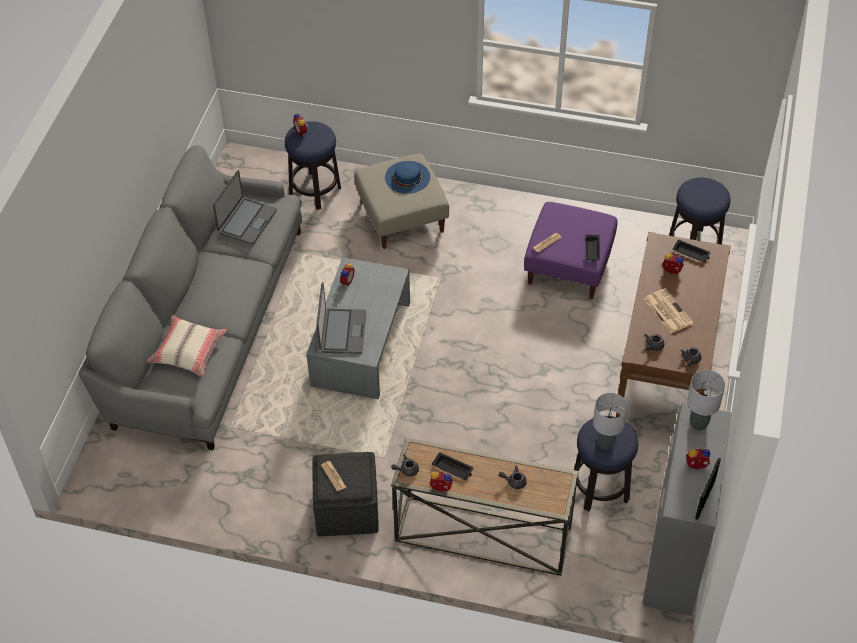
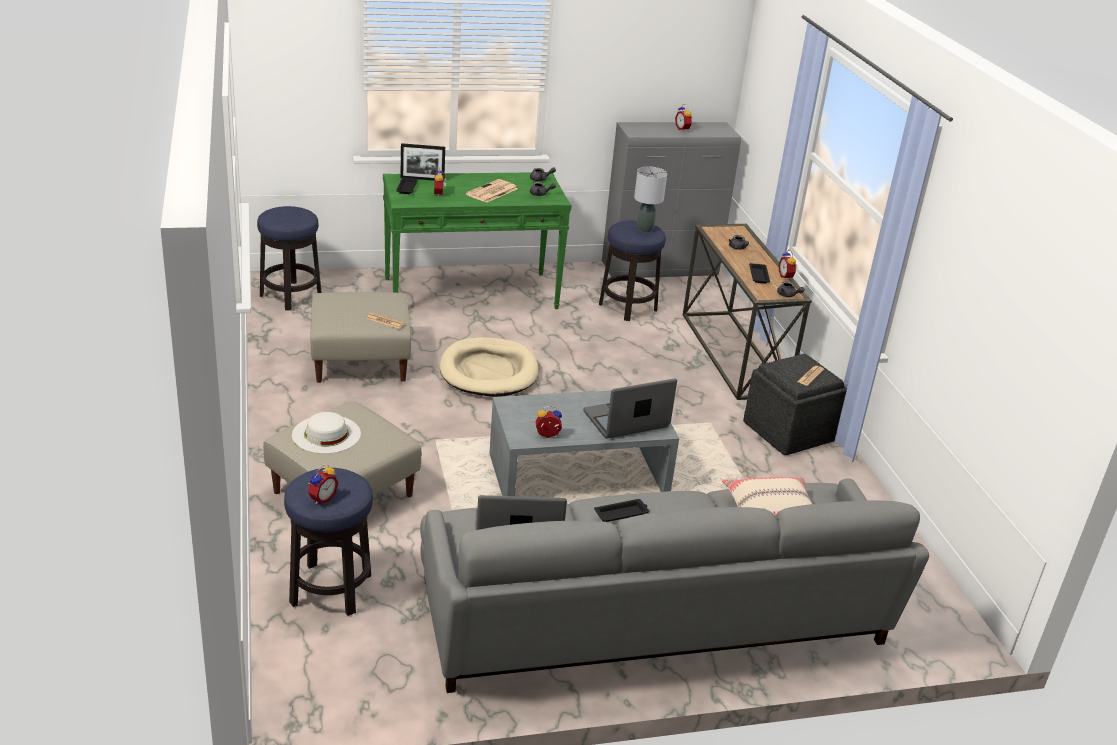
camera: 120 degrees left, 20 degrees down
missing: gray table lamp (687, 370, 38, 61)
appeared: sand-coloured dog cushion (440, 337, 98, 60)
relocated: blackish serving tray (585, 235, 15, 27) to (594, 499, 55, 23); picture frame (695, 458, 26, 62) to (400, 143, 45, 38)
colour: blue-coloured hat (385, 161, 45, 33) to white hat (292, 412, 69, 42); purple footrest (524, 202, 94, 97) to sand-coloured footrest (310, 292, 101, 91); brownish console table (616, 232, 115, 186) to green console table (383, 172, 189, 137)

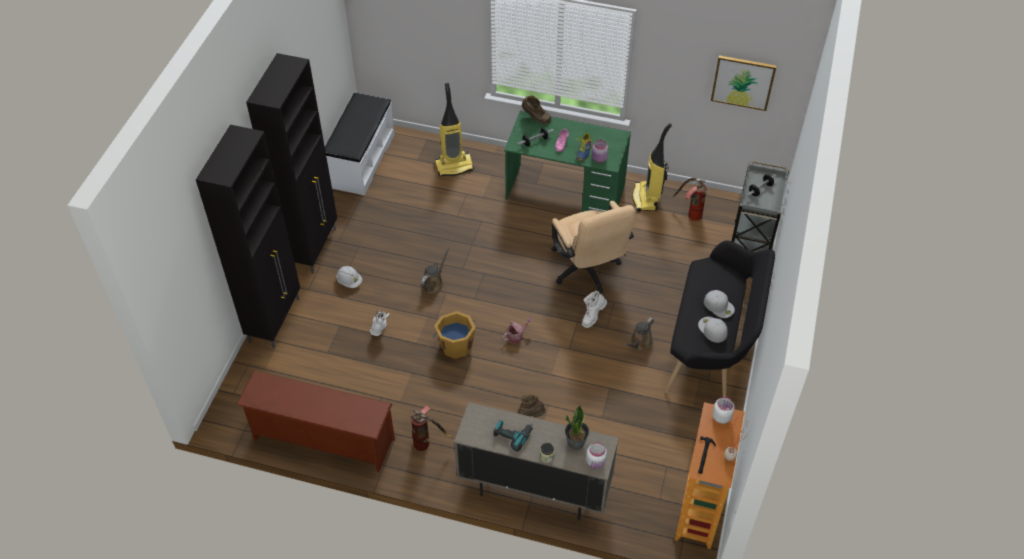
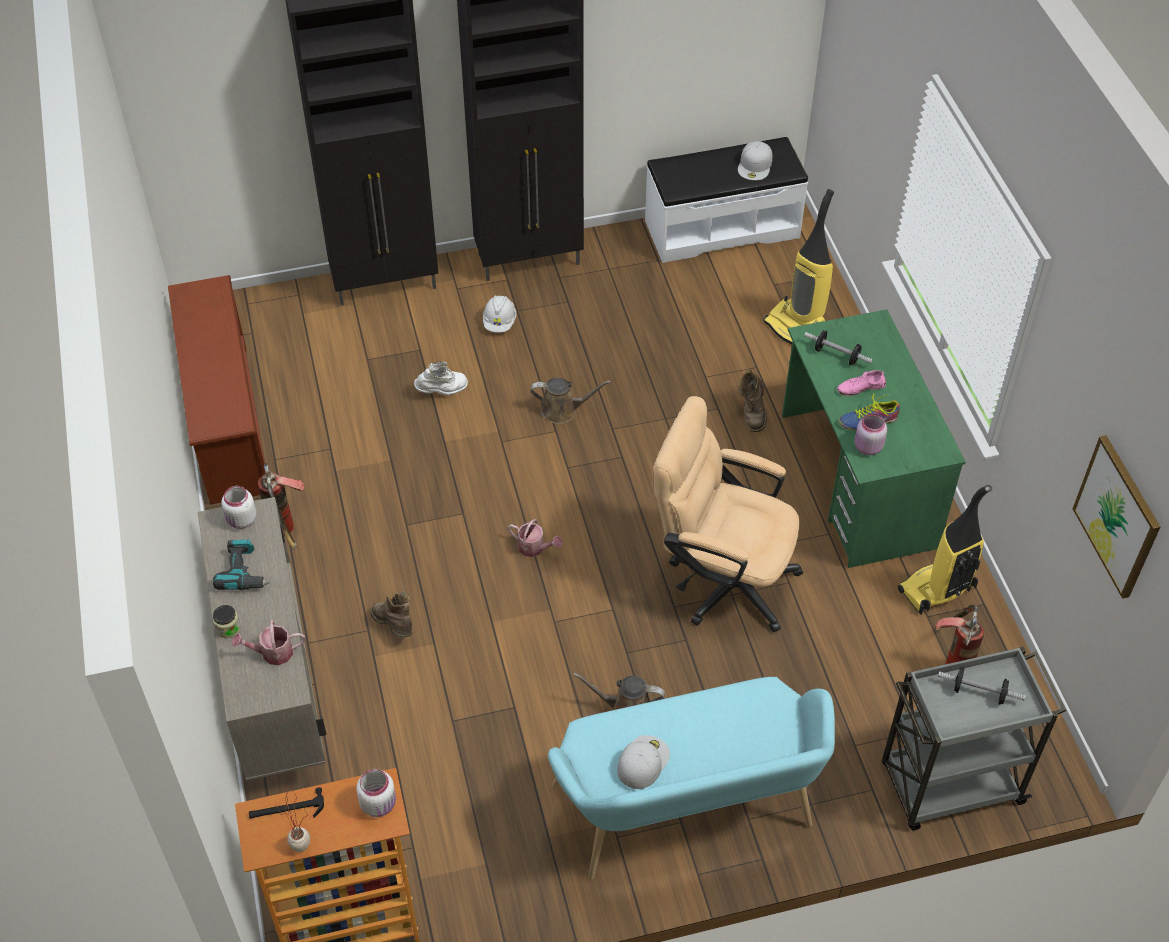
camera: 60 degrees right, 0 degrees up
missing: white boot (582, 291, 25, 37); orangey bucket (432, 311, 44, 48)
relocated: brownish boot (522, 96, 30, 28) to (738, 370, 29, 62); white peaked cap (704, 290, 31, 28) to (738, 141, 34, 39); white storage jar (586, 442, 21, 27) to (221, 486, 35, 43)
exchanged: plant in a pot (565, 405, 24, 45) to sprinkling can (232, 620, 73, 45)
colour: blackish indoor bench (665, 241, 110, 156) to turquoise-coloured indoor bench (548, 677, 287, 203)
spun: sand-coloured computer chair (551, 201, 85, 92) = (653, 396, 150, 236) 75 degrees clockwise

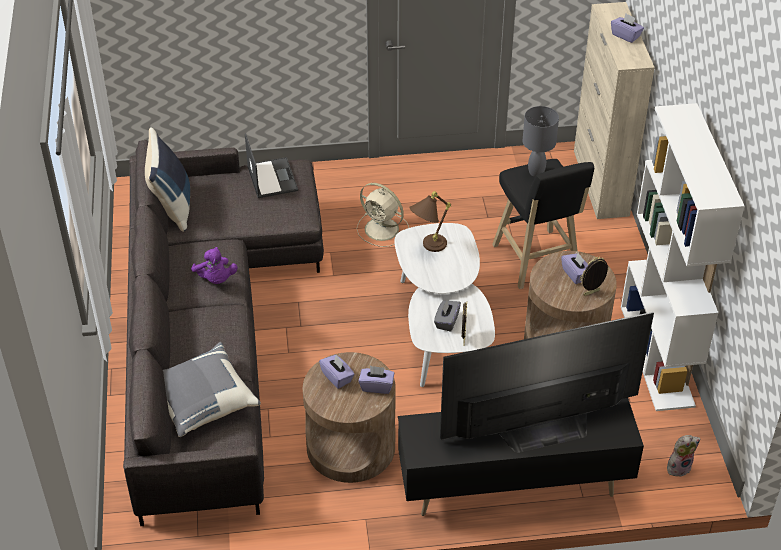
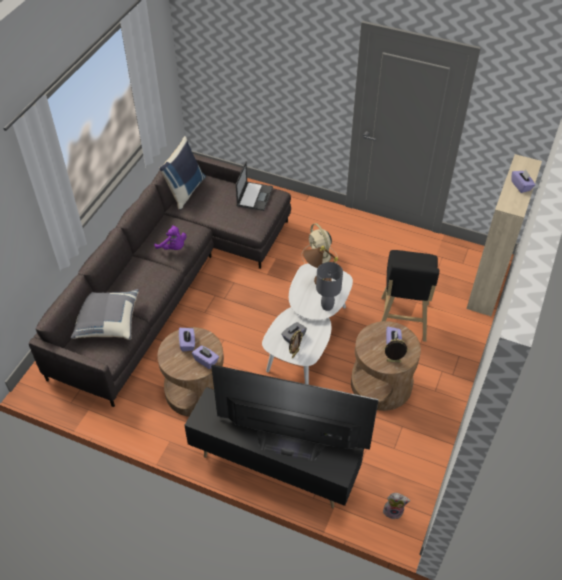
camera: 30 degrees right, 5 degrees up
missing: white bookshelf (621, 103, 124, 308)
relocated: gray table lamp (523, 106, 36, 71) to (316, 262, 27, 49)
spun: purple soft toy (191, 247, 47, 37) = (154, 225, 32, 25) 60 degrees counterclockwise

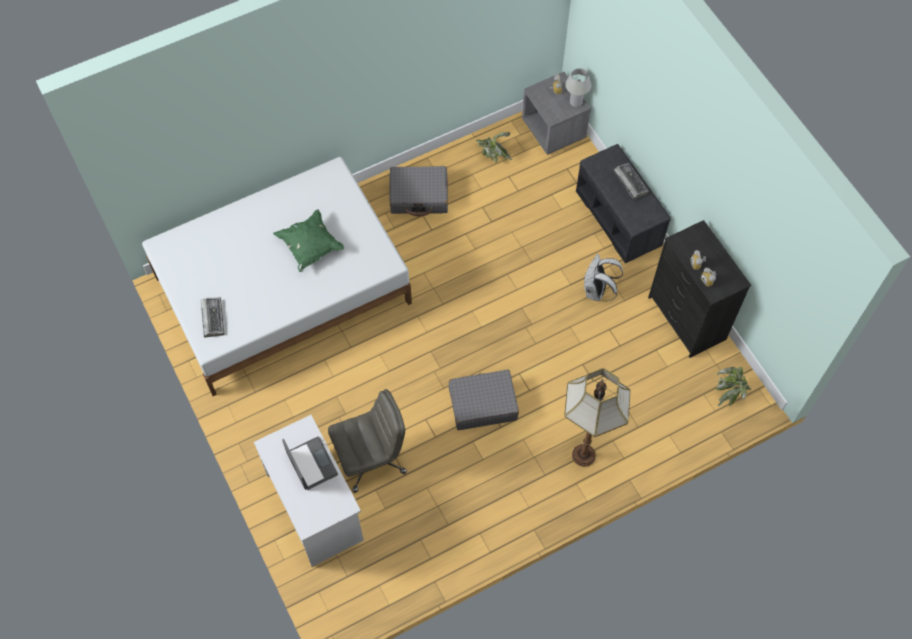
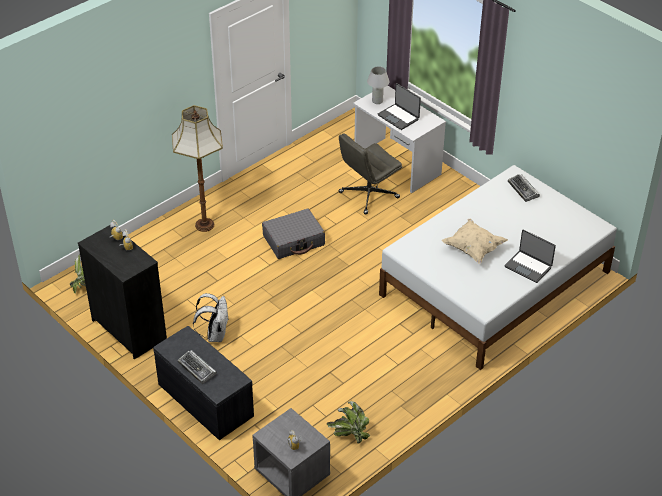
camera: 165 degrees right, 20 degrees down
missing: gray travel case (389, 166, 59, 50)
appeared: notebook computer (504, 229, 52, 54)
relocated: white table lamp (565, 68, 27, 39) to (367, 66, 22, 38)
colour: green throw pillow (273, 209, 71, 63) to sand-coloured throw pillow (442, 219, 66, 45)

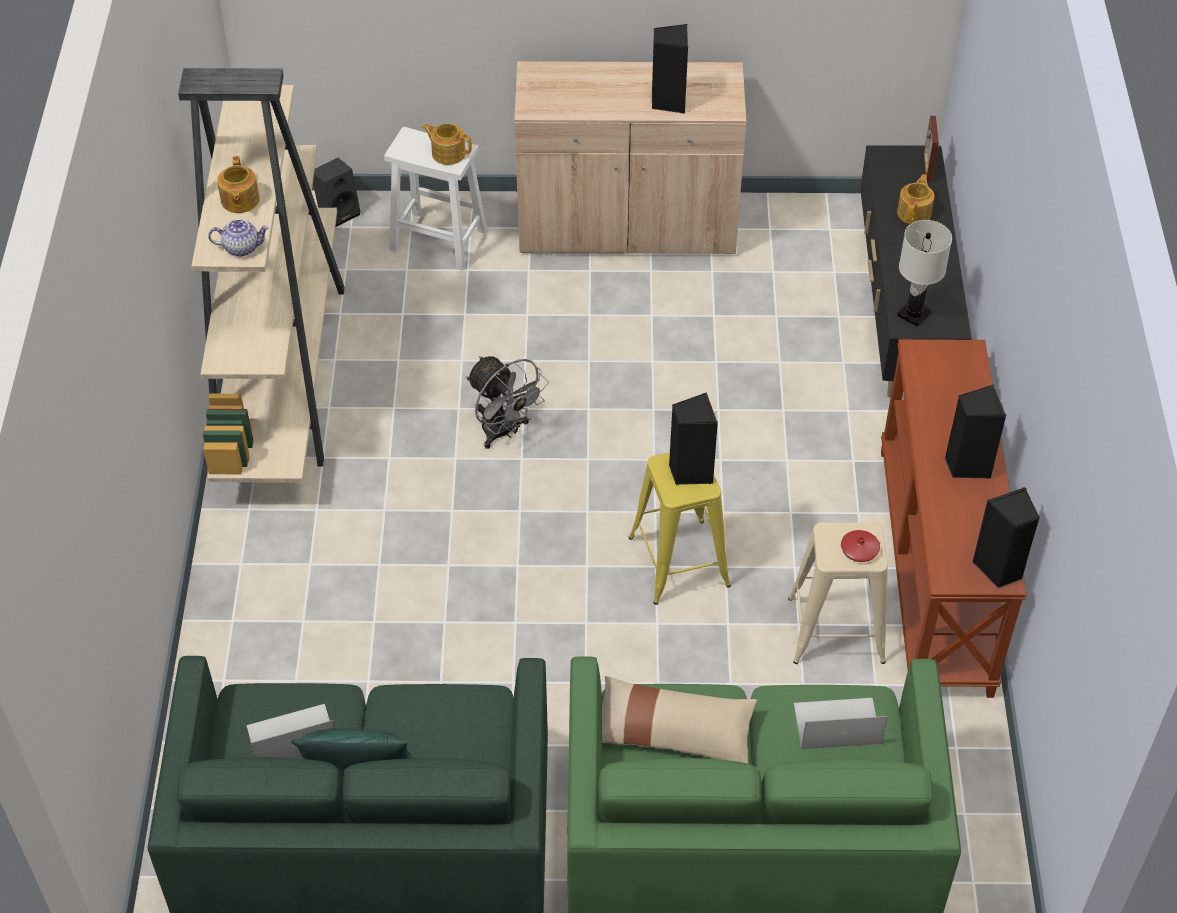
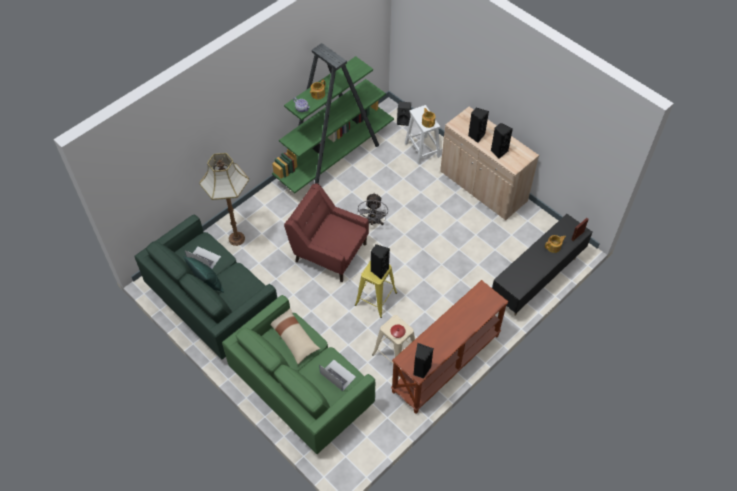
camera: 45 degrees right, 5 degrees up
missing: white table lamp (897, 220, 55, 107)
appeared: standard lamp (199, 153, 50, 93); reddish armchair (284, 183, 85, 99)
relocated: blackish speaker (945, 385, 61, 94) to (468, 108, 21, 35)
colour: sand-coloured bookshelf (178, 68, 167, 415) to green bookshelf (272, 43, 122, 150)

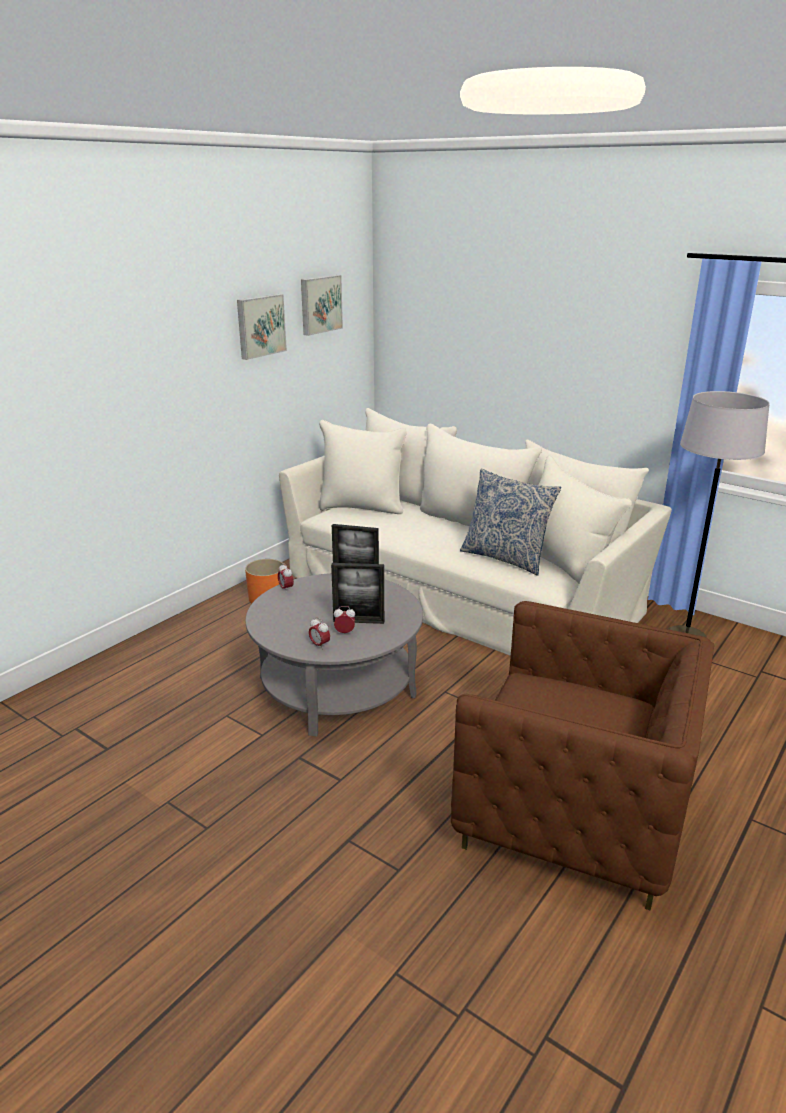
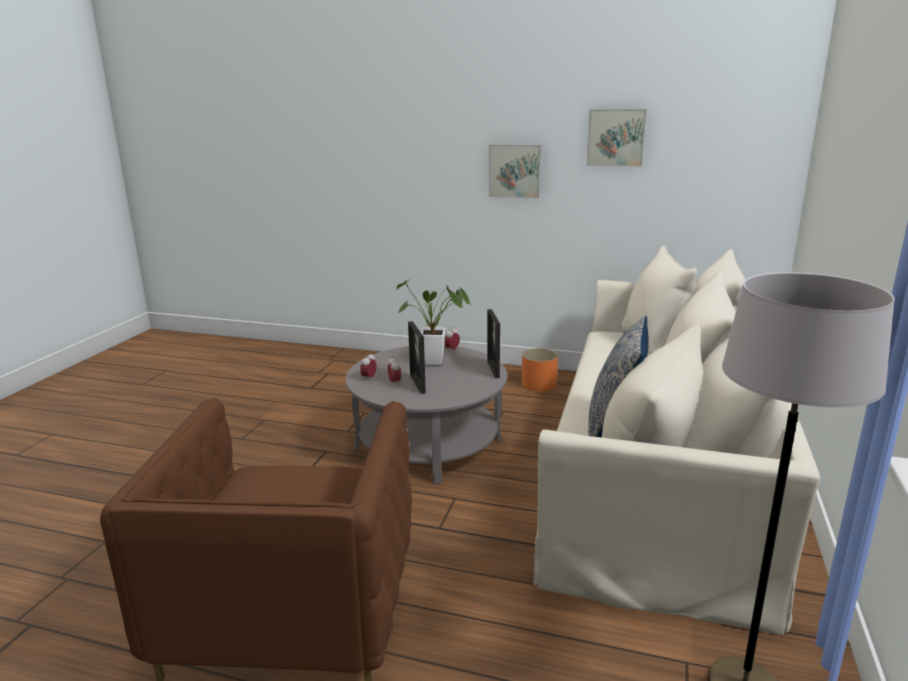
camera: 70 degrees right, 5 degrees down
appeared: plant in a pot (397, 279, 73, 86)
relocated: picture (301, 275, 42, 61) to (489, 144, 53, 54)

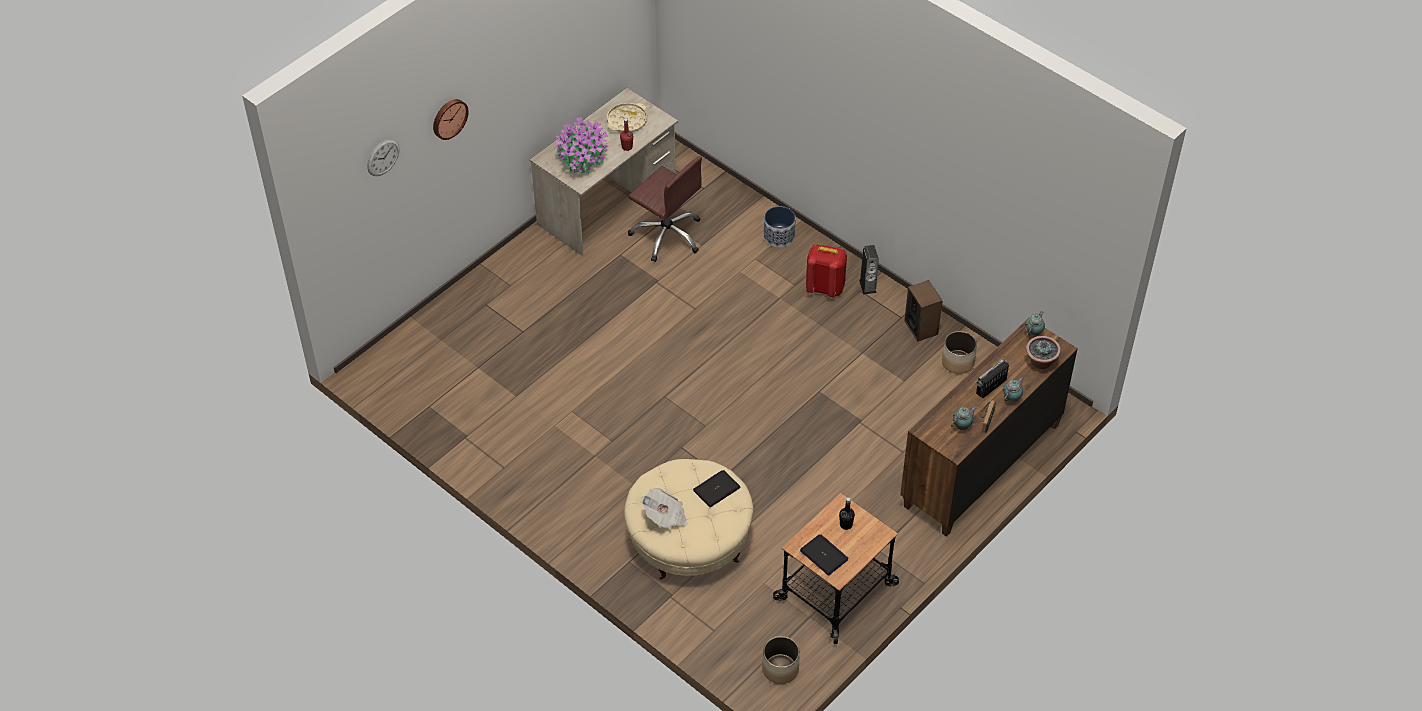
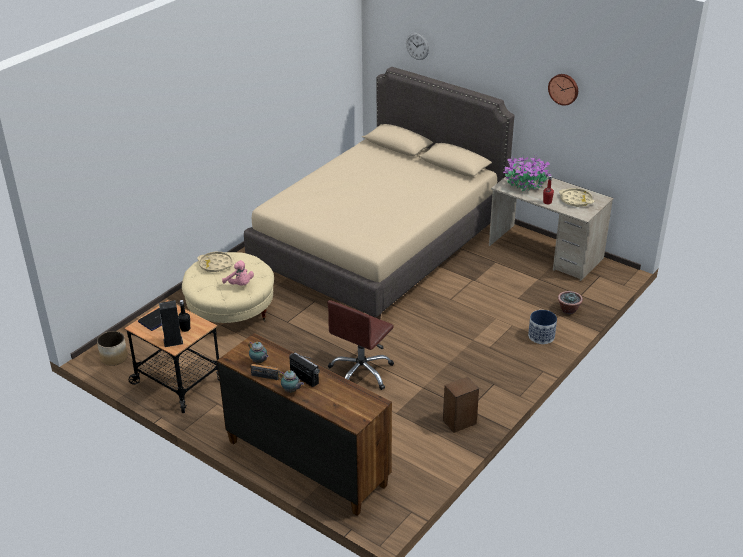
camera: 85 degrees right, 15 degrees down
missing: reddish backpack (806, 245, 41, 52); tea pot (1025, 311, 20, 26); plant pot (942, 331, 35, 43)
appeared: sand-coloured bedroom bed (244, 67, 271, 252)
relocated: clock on the wall (433, 99, 36, 41) to (548, 74, 30, 32); brownish computer chair (628, 156, 74, 106) to (327, 300, 67, 90); speaker (859, 245, 20, 50) to (159, 300, 24, 47); plant in a pot (1026, 336, 35, 33) to (558, 291, 25, 23)
exchanged: notebook computer (693, 470, 47, 37) to pink soft toy (222, 260, 32, 26); daily paper (641, 488, 46, 41) to sand-coloured serving tray (197, 252, 37, 20)

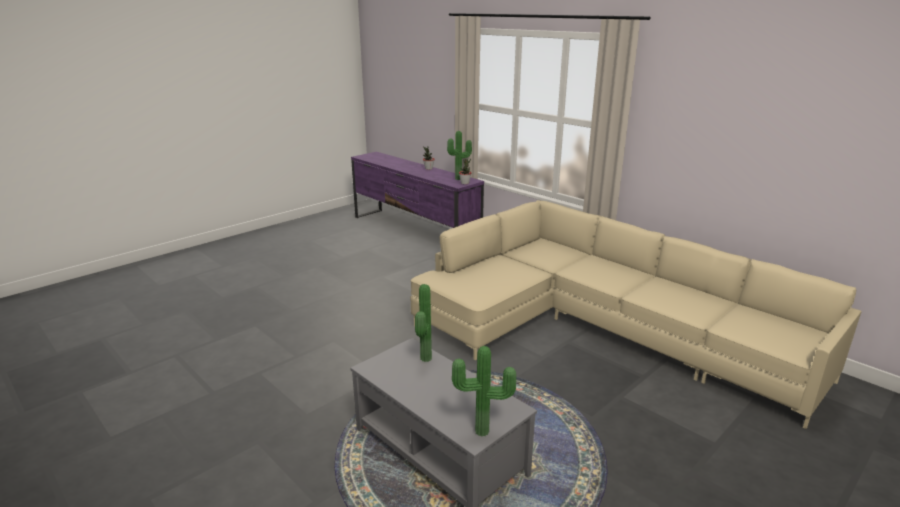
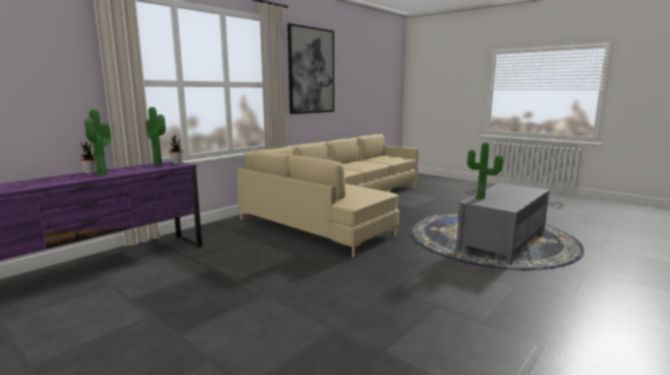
camera: 95 degrees left, 10 degrees down
appeared: picture (287, 23, 47, 91)
relocated: plant in a pot (452, 346, 64, 91) to (84, 109, 27, 67)

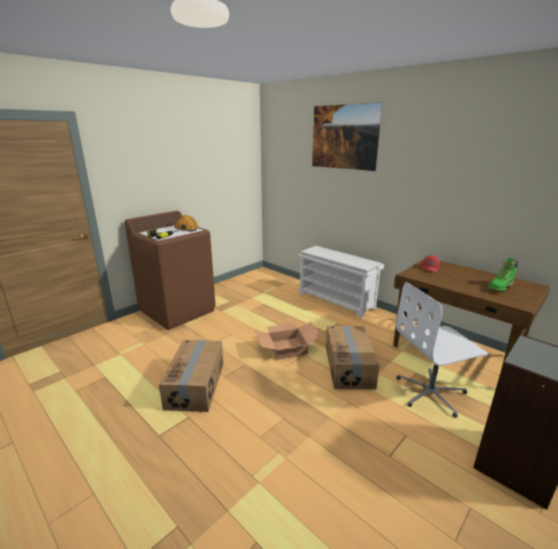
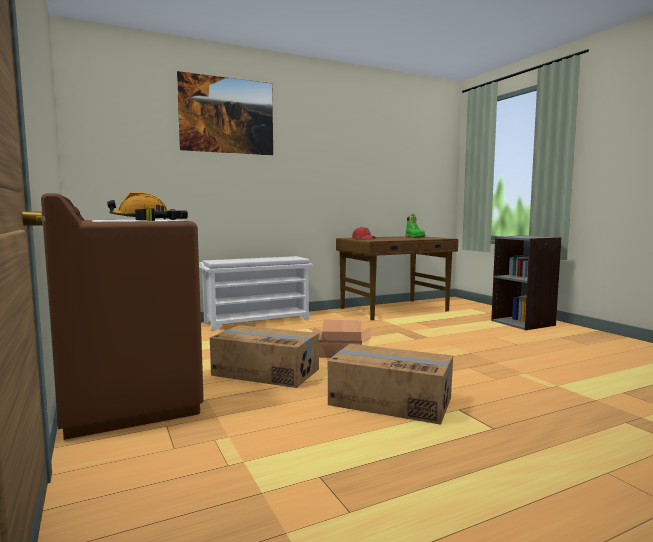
camera: 70 degrees left, 15 degrees down
missing: white computer chair (396, 282, 92, 135)
relocated: packing box (326, 326, 54, 63) to (210, 325, 109, 63)

